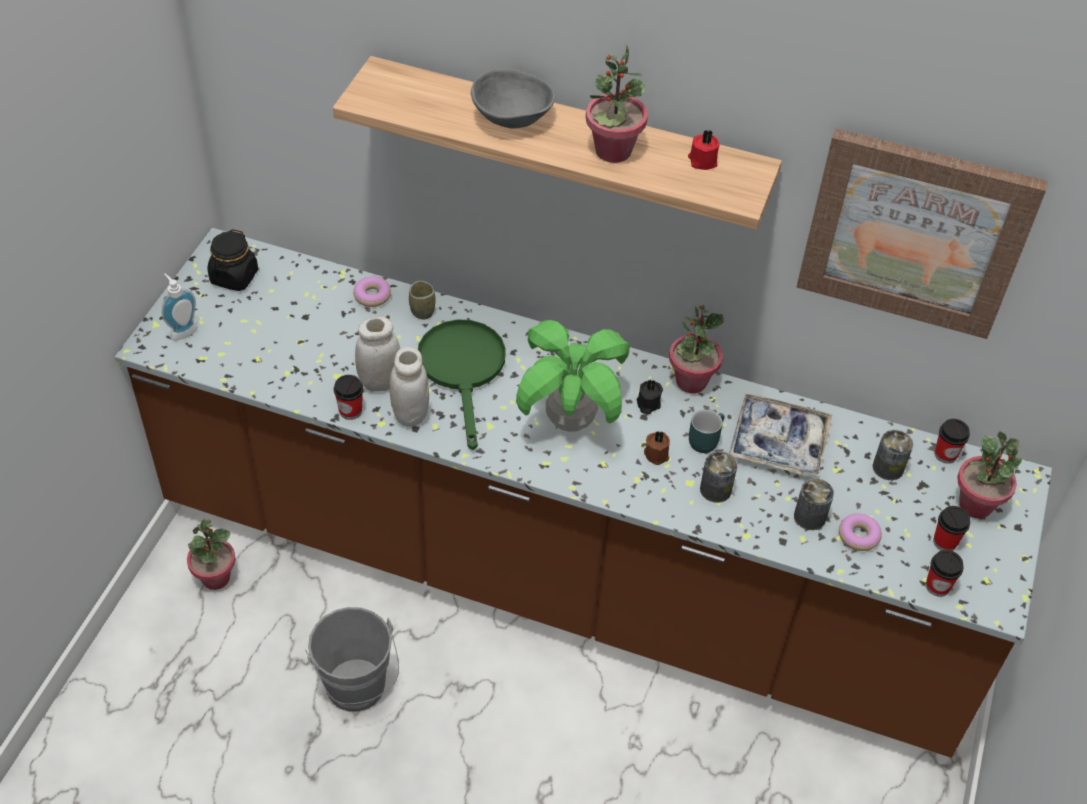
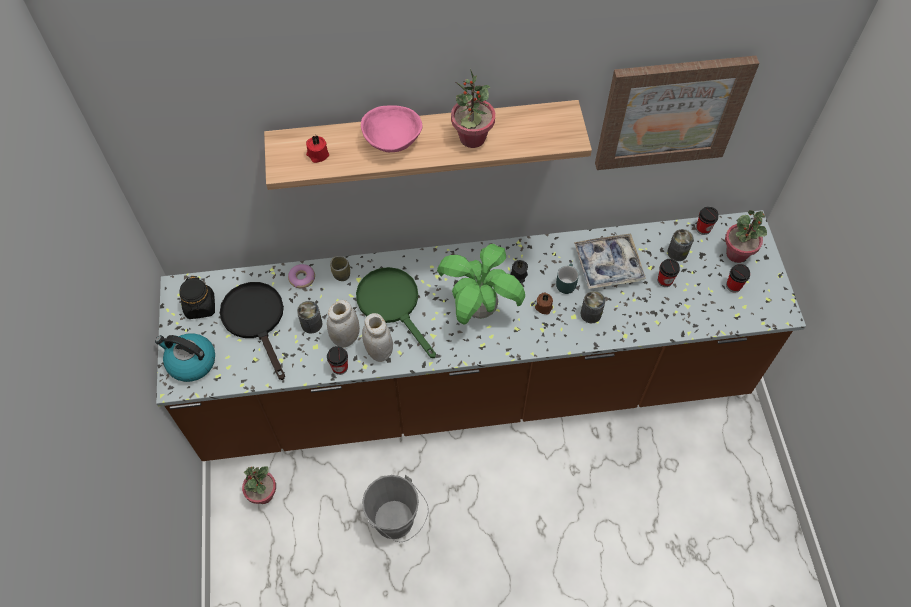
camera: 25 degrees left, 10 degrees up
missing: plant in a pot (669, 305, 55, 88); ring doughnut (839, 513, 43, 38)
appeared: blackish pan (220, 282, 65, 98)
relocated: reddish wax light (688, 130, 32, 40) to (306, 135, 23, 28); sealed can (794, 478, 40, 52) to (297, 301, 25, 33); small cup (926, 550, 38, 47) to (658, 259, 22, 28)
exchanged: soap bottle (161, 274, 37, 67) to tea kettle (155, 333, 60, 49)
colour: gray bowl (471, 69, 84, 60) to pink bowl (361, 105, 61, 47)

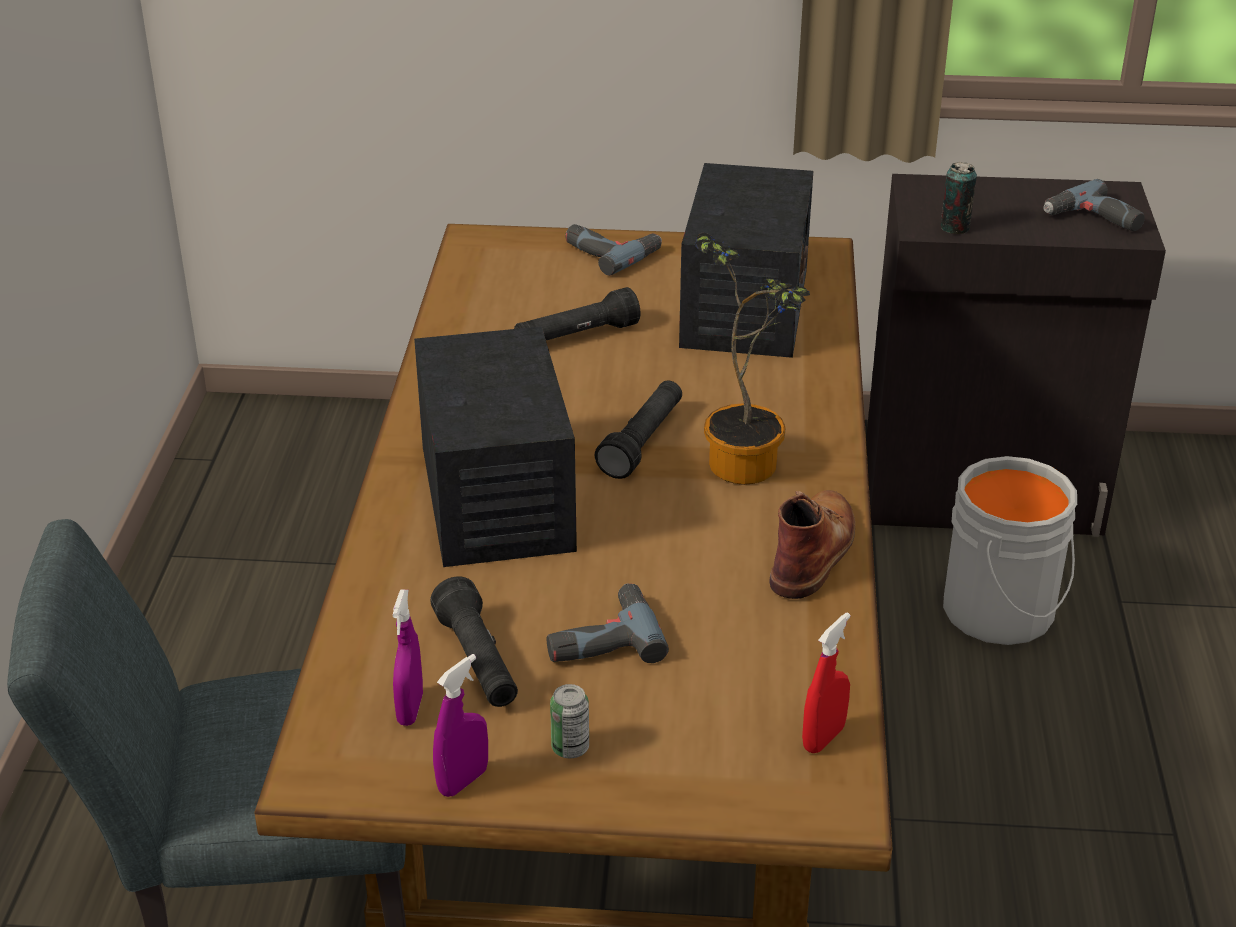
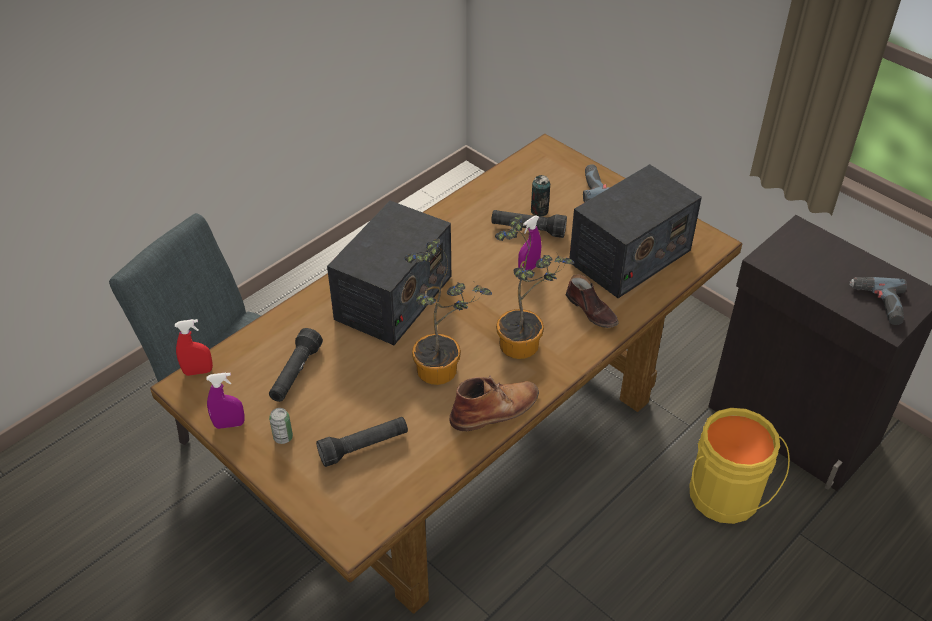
camera: 40 degrees right, 10 degrees up
missing: drill (547, 583, 122, 80)
appeared: plant in a pot (404, 238, 88, 147); brownish shoe (566, 274, 53, 54)
relocated: sealed can (940, 162, 37, 72) to (531, 175, 19, 42); blackish flashlight (595, 380, 87, 99) to (316, 417, 92, 50); purple hand sprayer (393, 589, 30, 137) to (518, 216, 23, 54); reddish hand sprayer (802, 612, 49, 141) to (175, 319, 38, 57)
colour: gray bucket (943, 456, 134, 189) to yellowish bucket (689, 408, 101, 116)

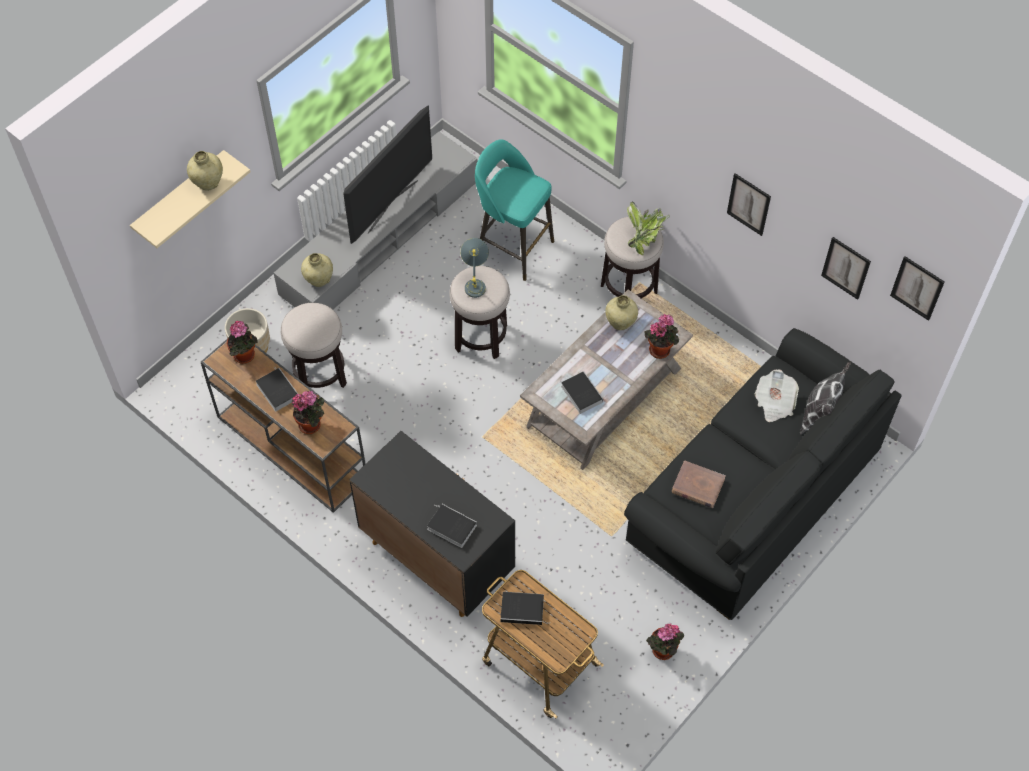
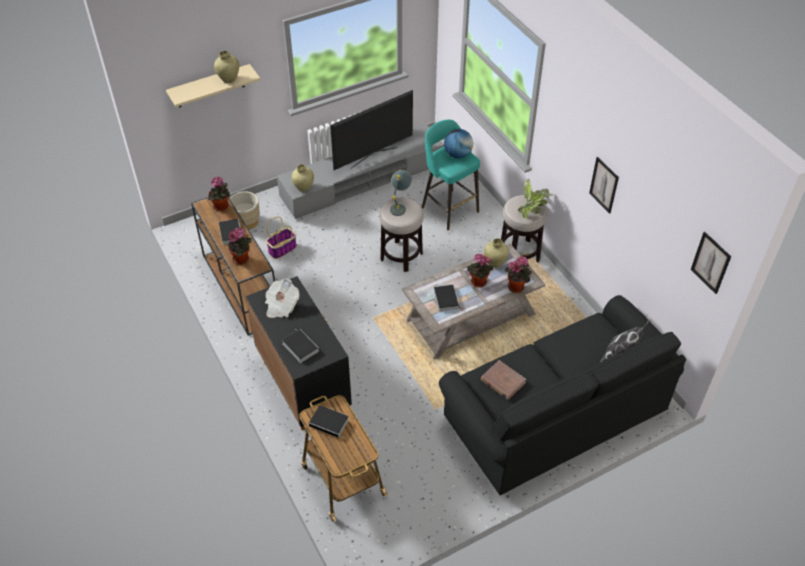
camera: 20 degrees right, 10 degrees down
missing: picture (821, 237, 50, 63)
appeared: world globe (444, 129, 29, 29)
relocated: daily paper (755, 369, 44, 53) to (265, 279, 34, 39); plant in a pot (646, 623, 38, 37) to (467, 254, 27, 33)
exchanged: sitting stool (281, 303, 66, 85) to storage basket (266, 216, 31, 43)

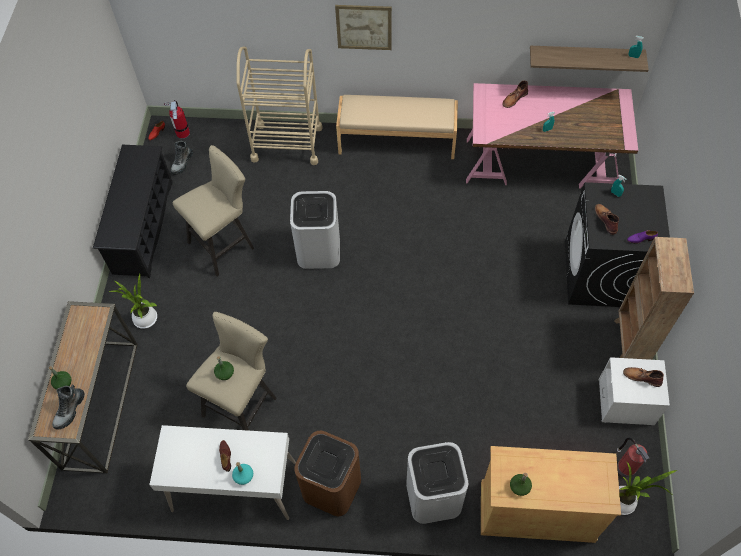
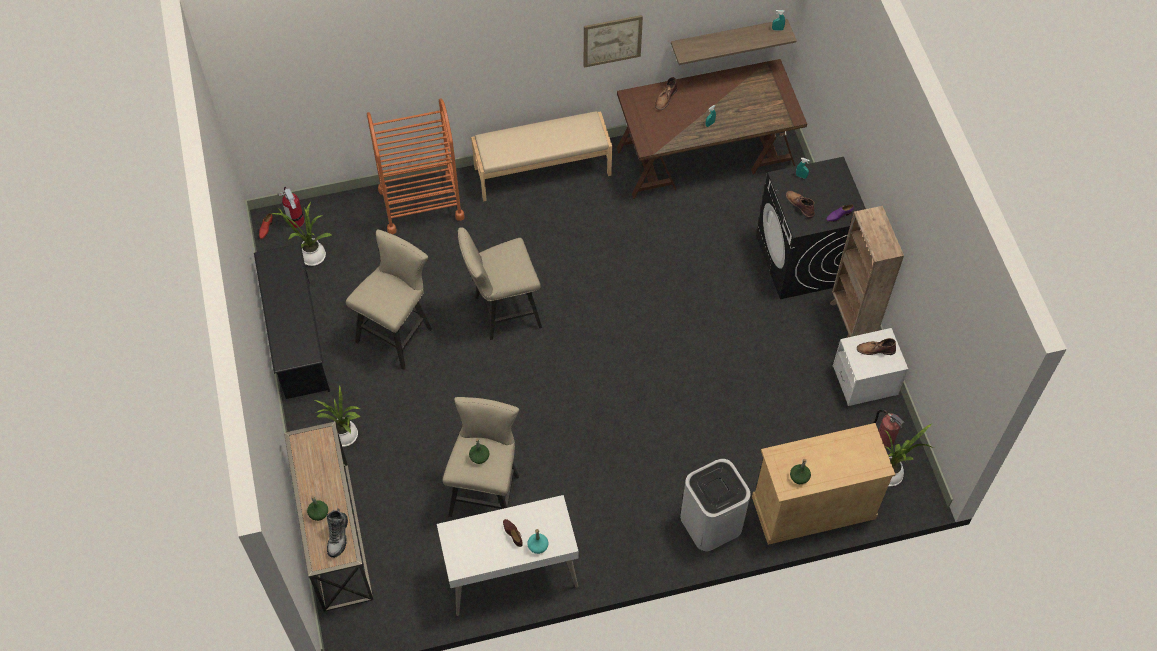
camera: 20 degrees left, 0 degrees up
missing: brownish trash can (294, 431, 67, 85)
relocated: picture (335, 5, 57, 45) to (584, 15, 59, 53)
exchanged: boot (170, 141, 23, 33) to plant in a pot (272, 202, 60, 64); white trash can (290, 191, 50, 78) to sand-coloured sitting stool (458, 227, 84, 113)
colour: sand-coloured trolley (236, 47, 87, 118) to orangey trolley (367, 98, 98, 136); pink desk unit (466, 83, 172, 106) to brownish desk unit (617, 59, 190, 140)

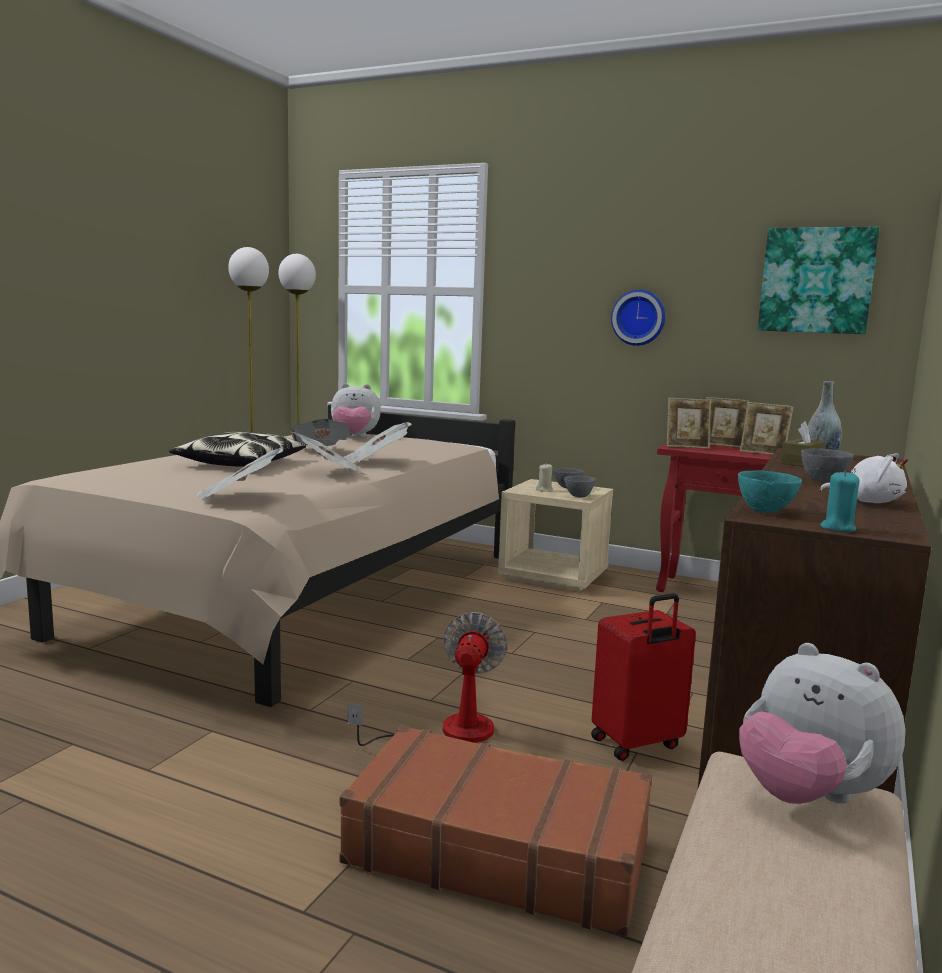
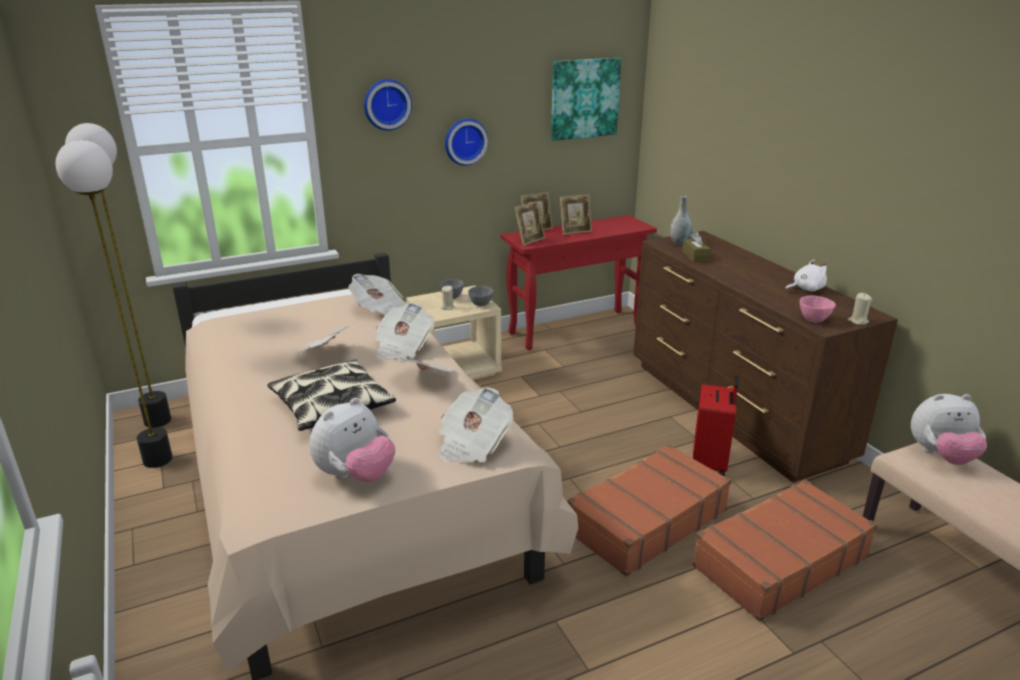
camera: 50 degrees left, 15 degrees up
missing: gray bowl (801, 448, 53, 34)
appeared: clock on the wall (364, 79, 48, 52); daily paper (348, 274, 59, 42)
relocated: soft toy (331, 383, 50, 54) to (309, 398, 86, 84)
exchanged: cooling fan (348, 612, 160, 134) to brownish travel case (567, 444, 164, 133)
colour: turquoise-coloured bowl (738, 470, 64, 43) to pink bowl (800, 296, 36, 27); turquoise-coloured wax light (820, 471, 39, 61) to sand-coloured wax light (848, 293, 24, 32)

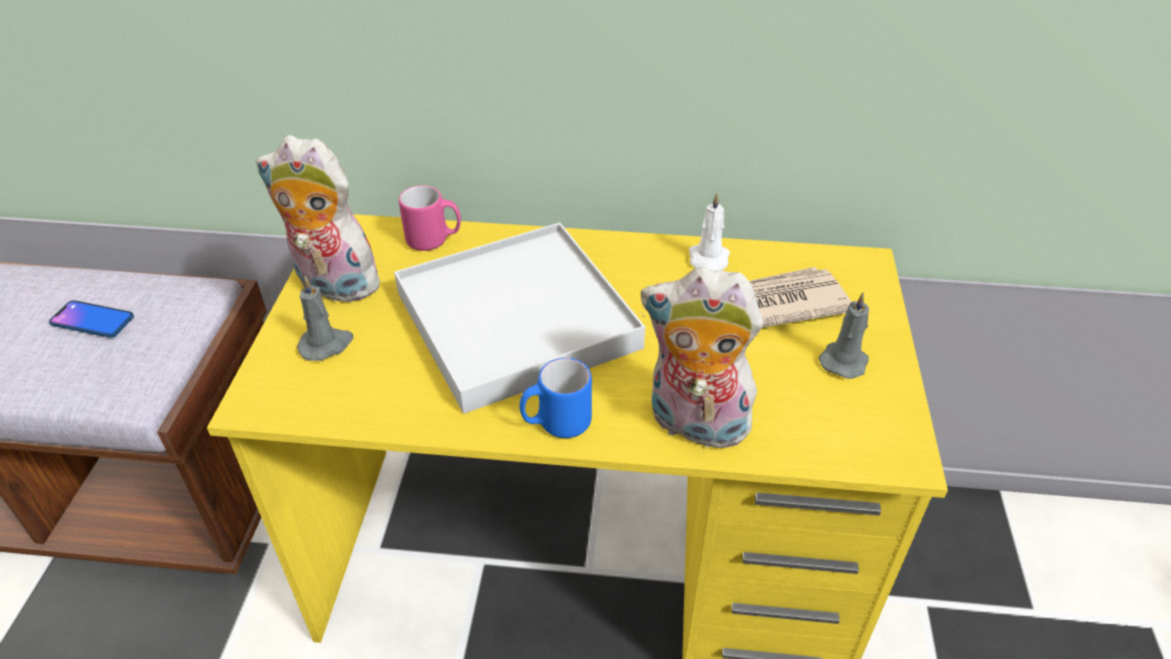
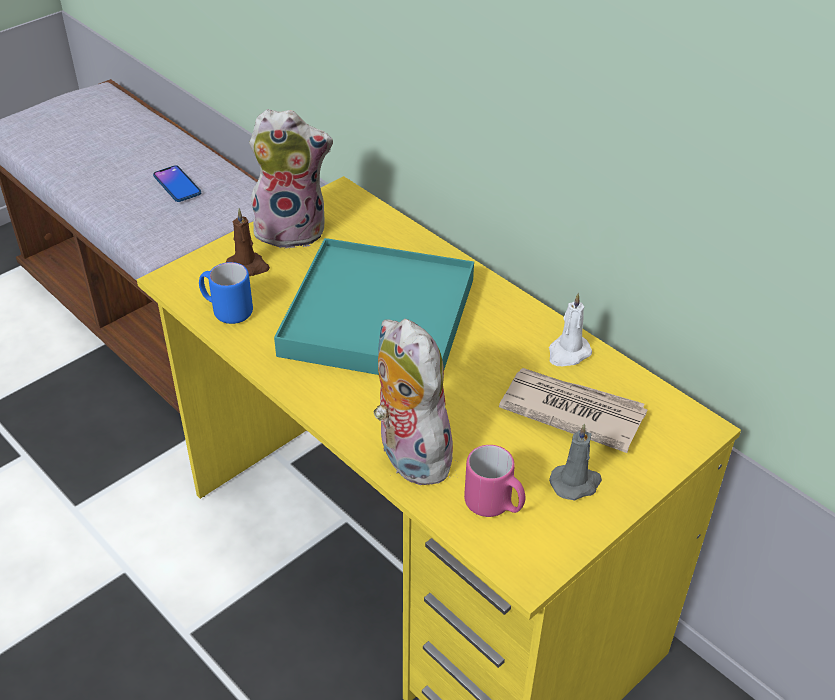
camera: 40 degrees right, 0 degrees up
relocated: pink mug (399, 185, 62, 66) to (464, 445, 61, 72); blue-coloured mug (520, 358, 72, 80) to (199, 262, 54, 62)
colour: white serving tray (394, 222, 251, 192) to turquoise-coloured serving tray (274, 238, 200, 137); gray wax light (297, 276, 57, 85) to brownish wax light (226, 208, 44, 68)
spun: soft toy (256, 135, 130, 171) = (249, 109, 84, 140) 120 degrees clockwise

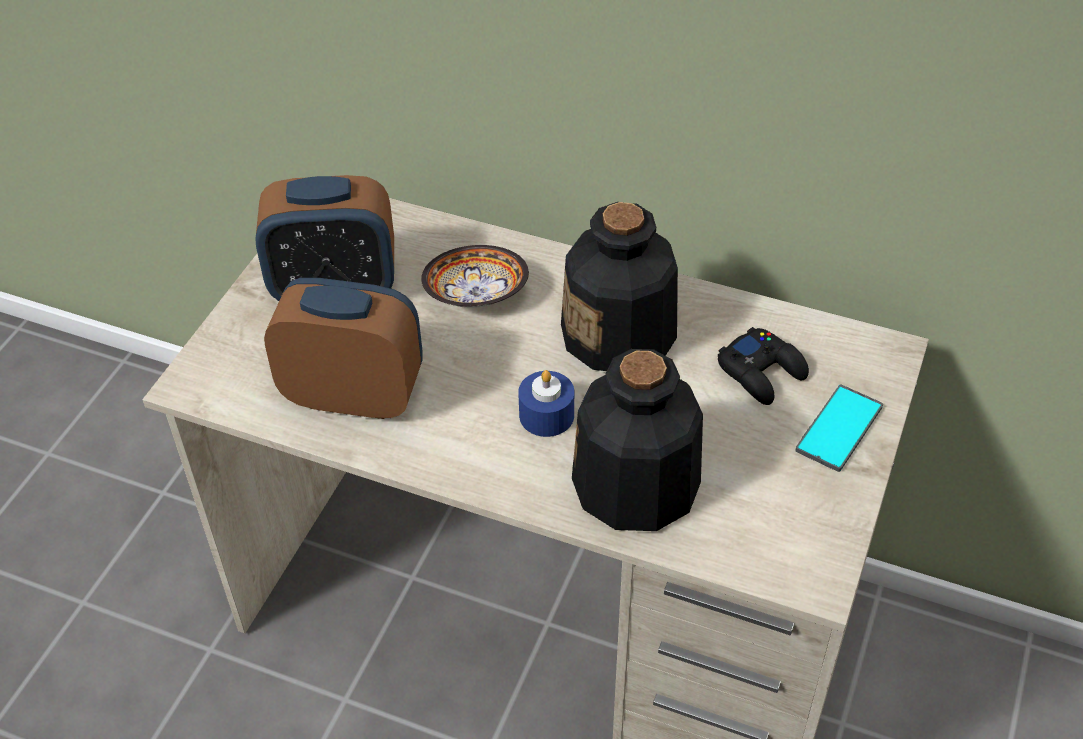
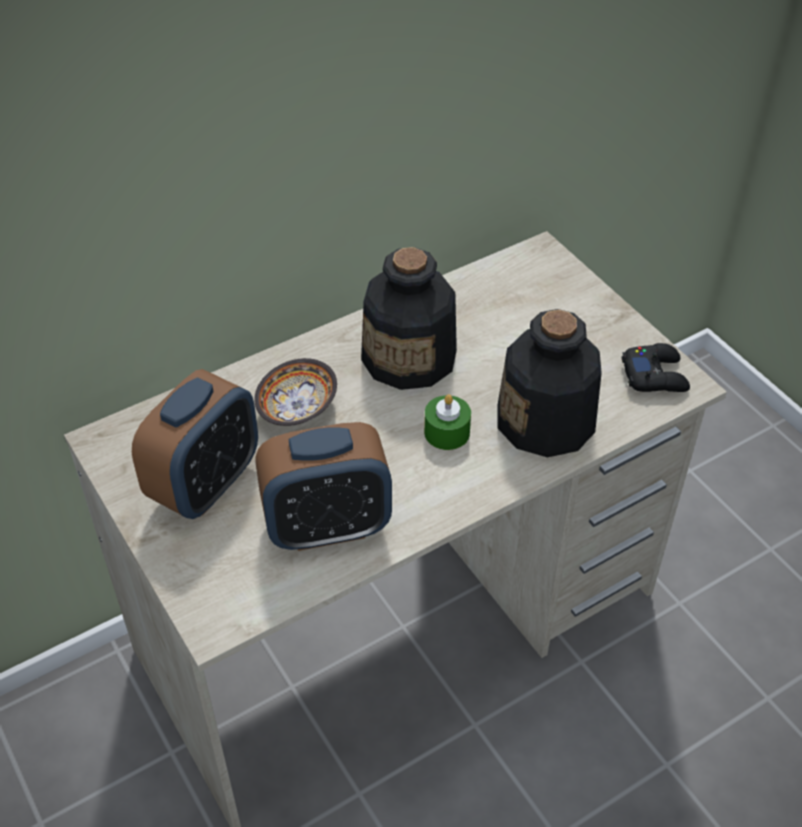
camera: 55 degrees left, 0 degrees up
missing: handset (795, 385, 88, 87)
relocated: blackish gamepad (718, 327, 91, 78) to (622, 343, 68, 49)
colour: blue-coloured wax light (518, 370, 56, 67) to green wax light (424, 394, 47, 56)
spun: table clock (264, 278, 159, 141) = (256, 422, 136, 129) 150 degrees counterclockwise

